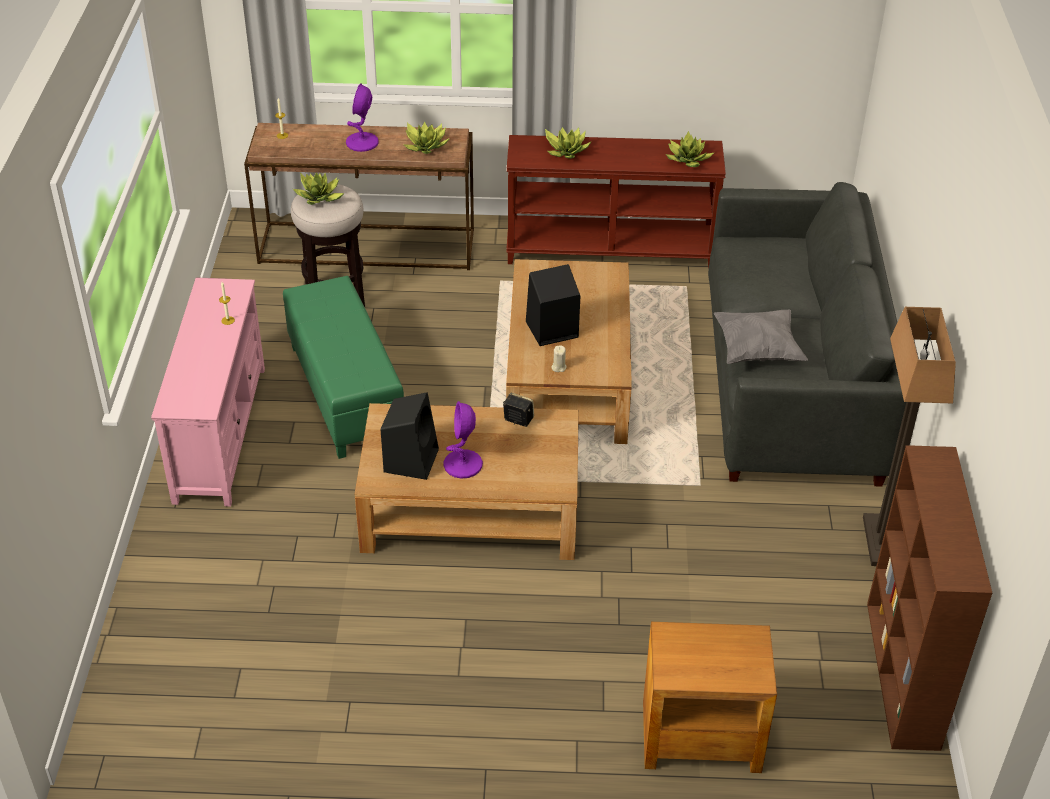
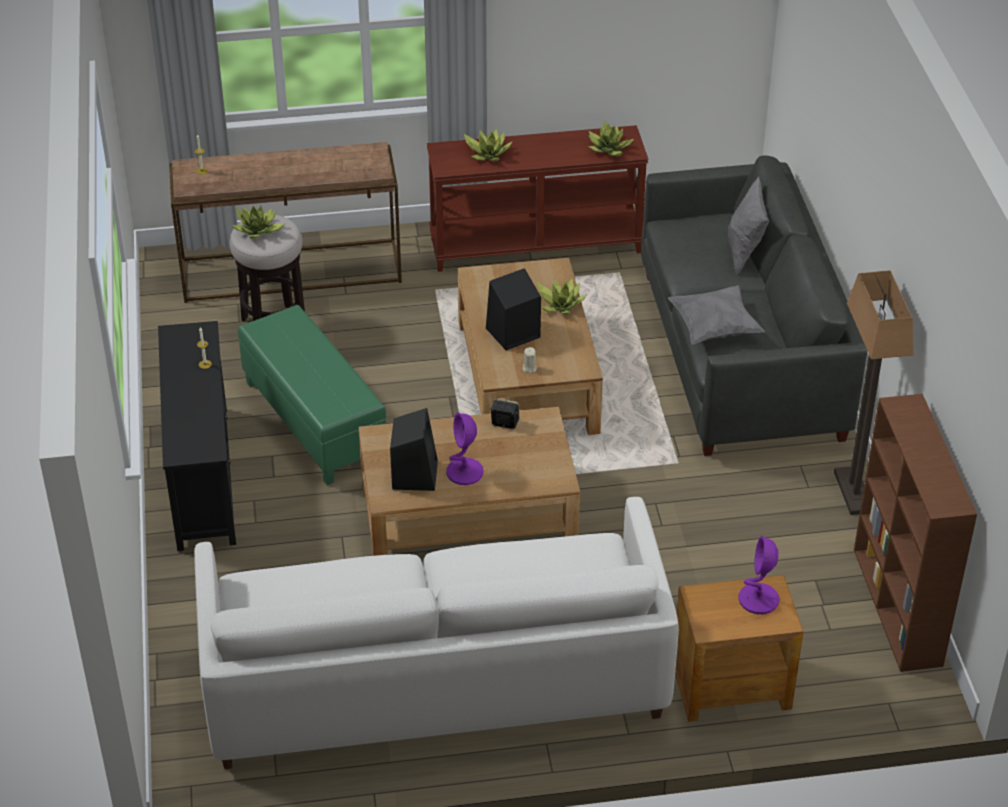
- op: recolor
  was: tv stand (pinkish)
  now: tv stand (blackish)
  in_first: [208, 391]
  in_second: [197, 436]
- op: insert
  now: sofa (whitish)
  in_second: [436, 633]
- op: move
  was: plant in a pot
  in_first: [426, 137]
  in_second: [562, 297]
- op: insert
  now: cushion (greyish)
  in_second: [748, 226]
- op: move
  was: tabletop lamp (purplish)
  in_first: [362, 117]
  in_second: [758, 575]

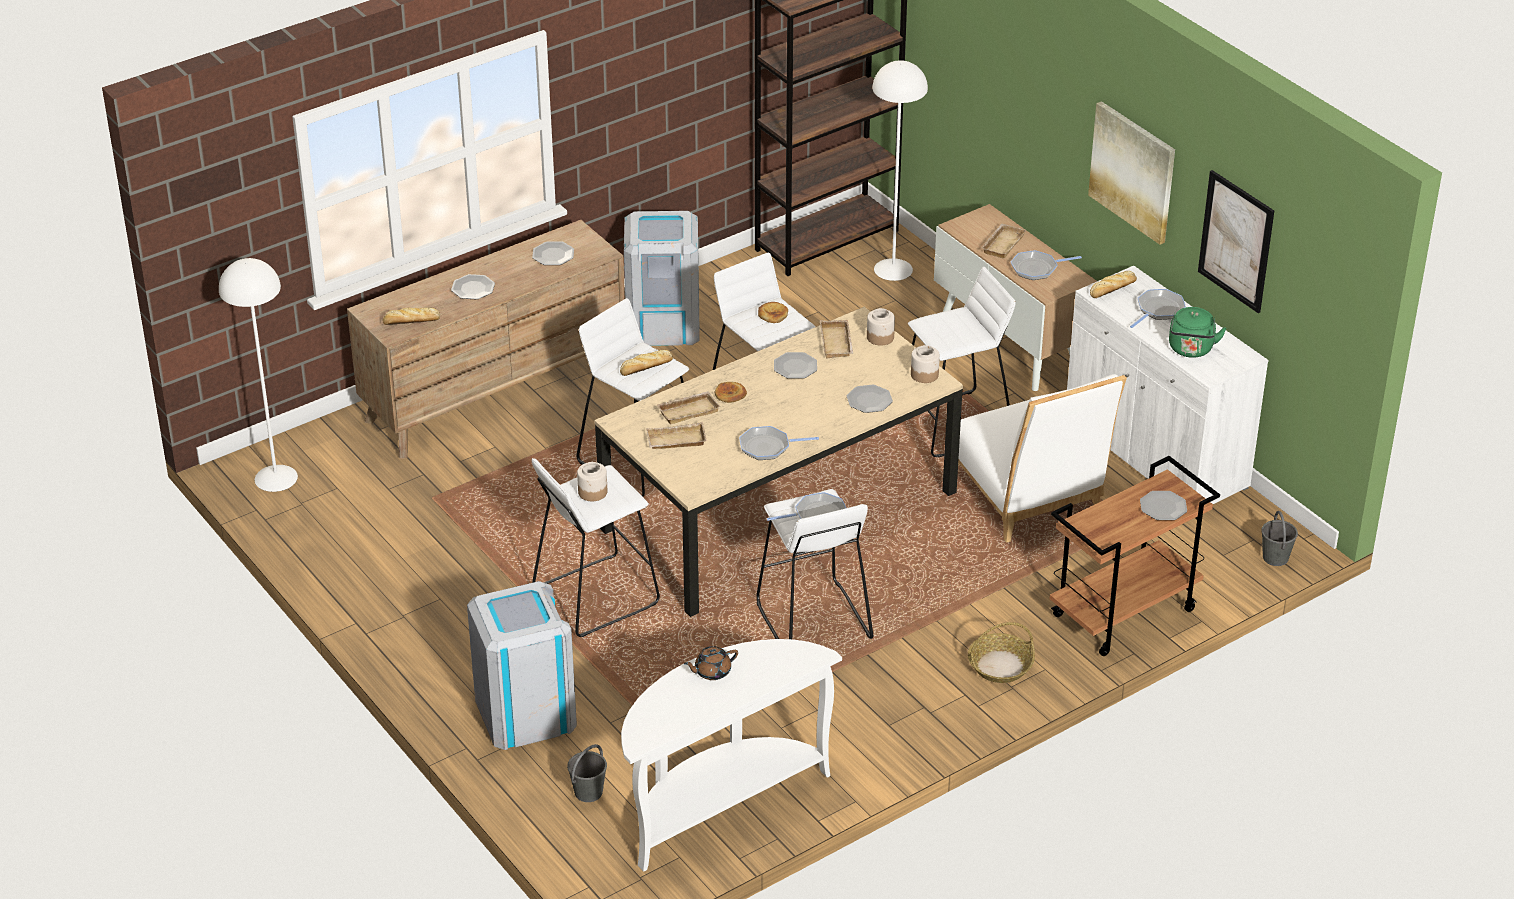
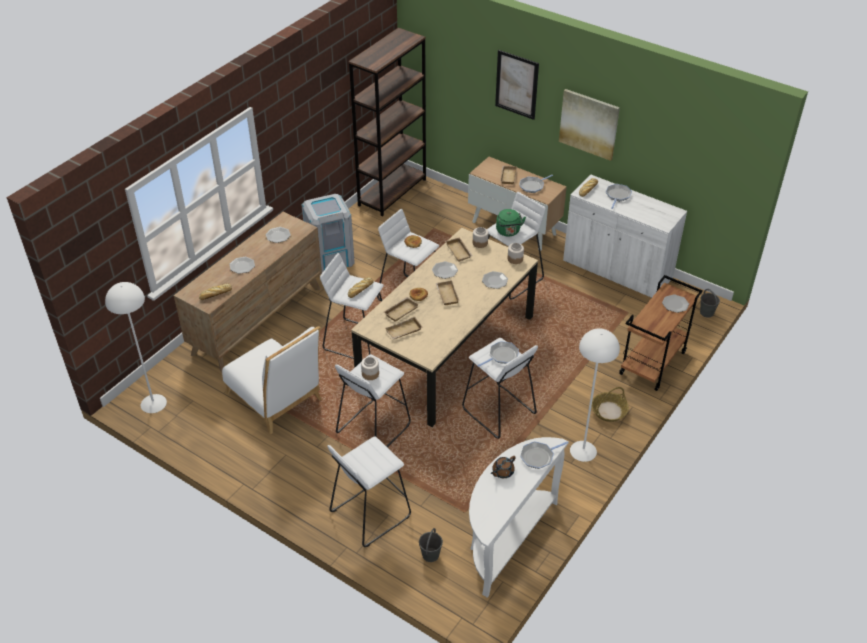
- op: move
  was: plain chair (whitish)
  in_first: [1042, 458]
  in_second: [272, 380]
- op: replace
  was: waste bin (greyish)
  now: stool (whitish)
  in_first: [522, 665]
  in_second: [369, 492]
- op: insert
  now: carrying tray (beige)
  in_second: [448, 292]
- op: move
  was: wall picture
  in_first: [1236, 241]
  in_second: [517, 85]
- op: move
  was: water kettle (green)
  in_first: [1197, 332]
  in_second: [511, 222]
- op: move
  was: frying pan
  in_first: [779, 443]
  in_second: [544, 455]
- op: move
  was: standard lamp (whitish)
  in_first: [900, 170]
  in_second: [595, 395]

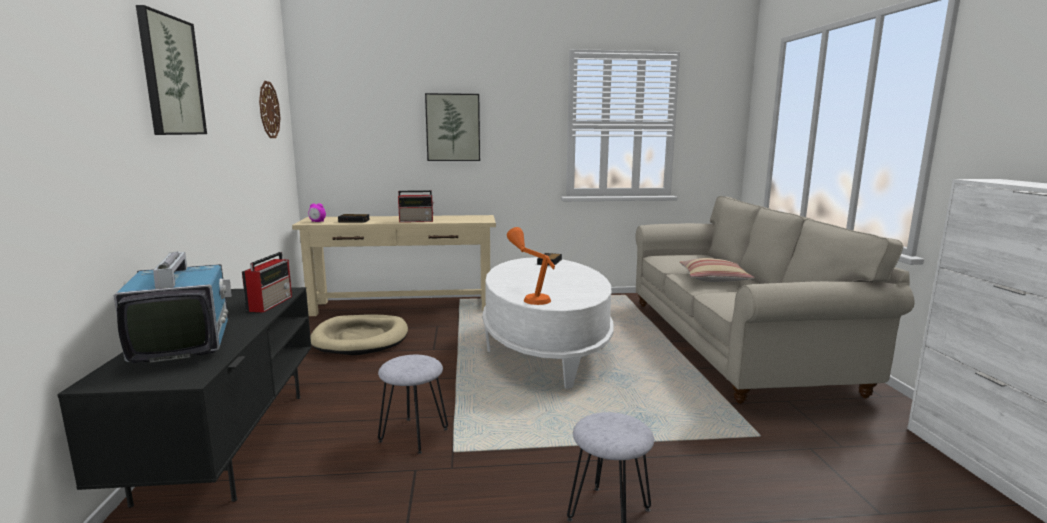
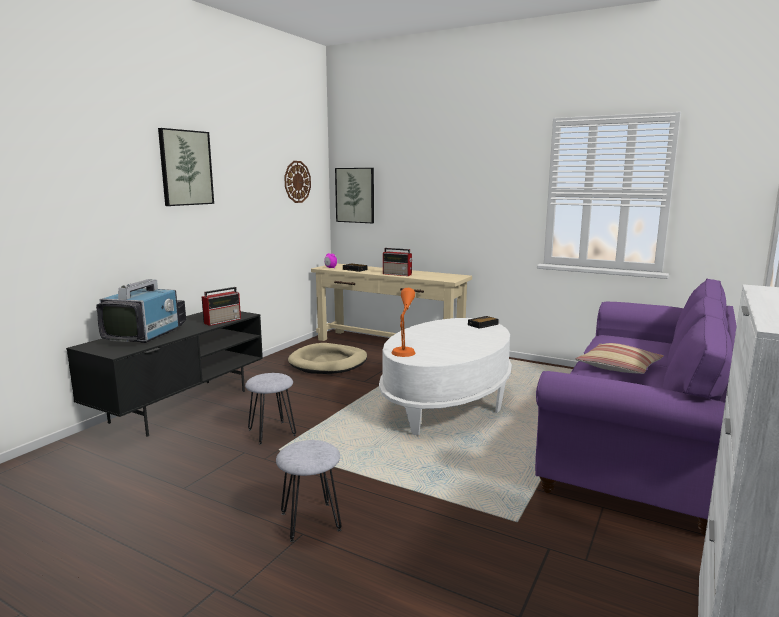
- op: move
  was: wall picture
  in_first: [452, 127]
  in_second: [354, 195]
- op: recolor
  was: sofa (beige)
  now: sofa (purplish)
  in_first: [775, 300]
  in_second: [636, 407]

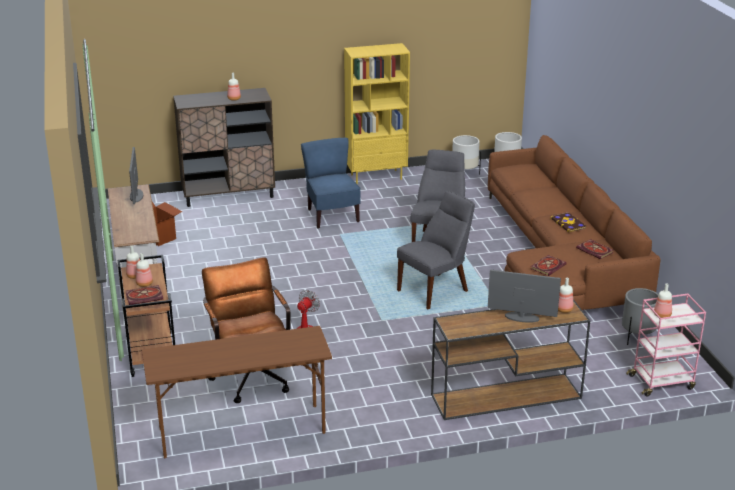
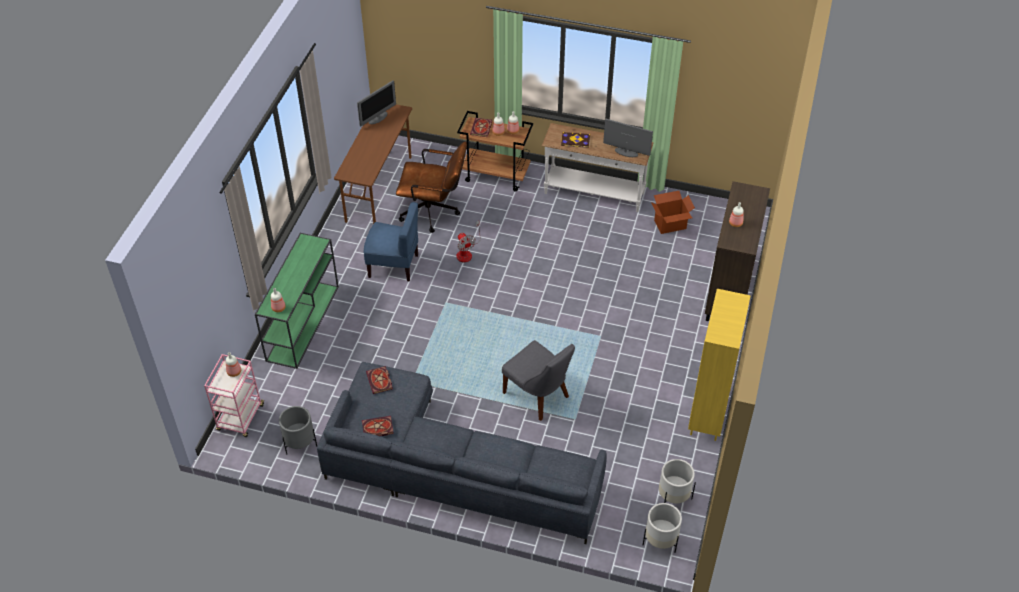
- op: recolor
  was: hall table (brown)
  now: hall table (green)
  in_first: [510, 359]
  in_second: [297, 301]
- op: recolor
  was: sofa (brown)
  now: sofa (greyish)
  in_first: [574, 222]
  in_second: [462, 453]
- op: move
  was: computer screen
  in_first: [524, 296]
  in_second: [376, 103]
- op: move
  was: plain chair (blue-coloured)
  in_first: [331, 183]
  in_second: [390, 242]
- op: move
  was: book
  in_first: [568, 222]
  in_second: [575, 140]
- op: delete
  was: plain chair (greyish)
  in_first: [436, 250]

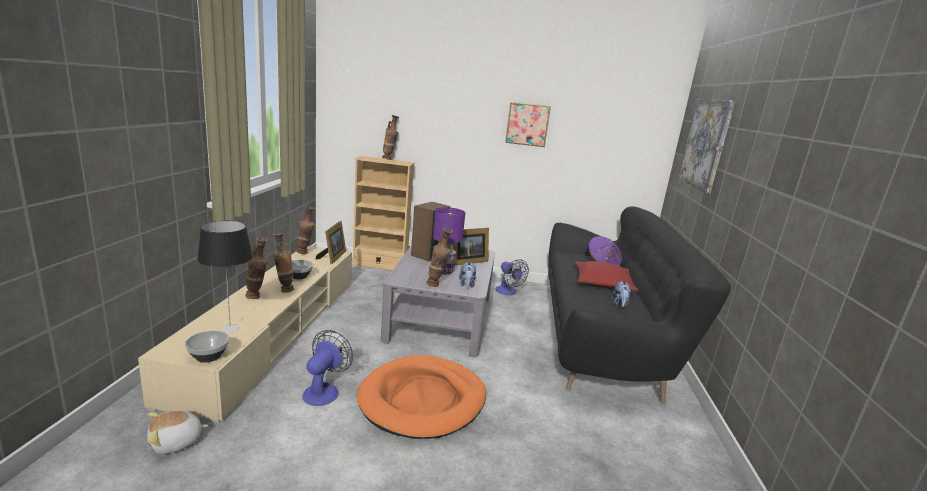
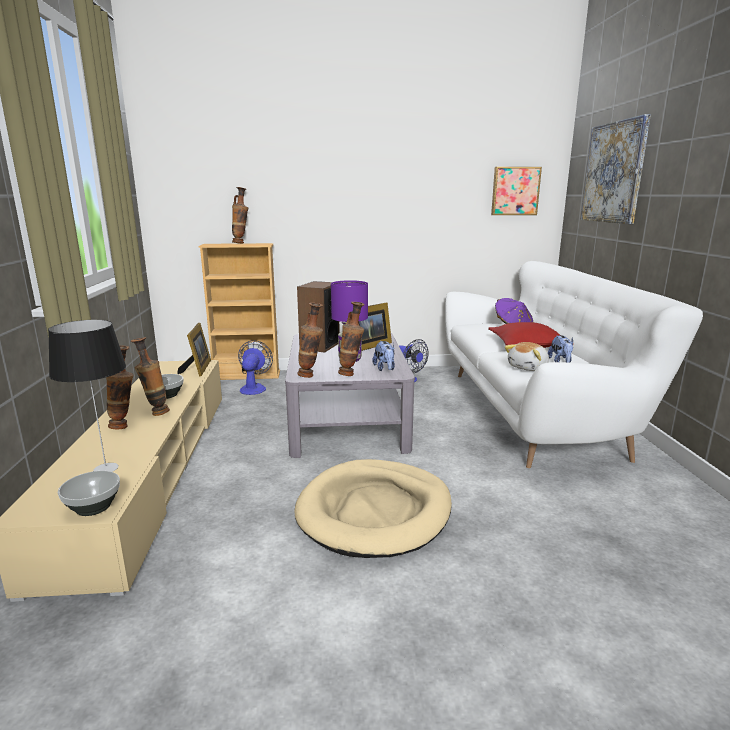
- op: move
  was: fan
  in_first: [328, 368]
  in_second: [255, 367]
- op: recolor
  was: dog cushion (orange-coloured)
  now: dog cushion (beige)
  in_first: [421, 397]
  in_second: [373, 508]
- op: move
  was: flower vase
  in_first: [306, 230]
  in_second: [310, 340]
- op: recolor
  was: sofa (blackish)
  now: sofa (whitish)
  in_first: [639, 305]
  in_second: [574, 364]
- op: move
  was: wall picture
  in_first: [528, 124]
  in_second: [516, 191]
- op: move
  was: plush toy
  in_first: [178, 432]
  in_second: [527, 356]

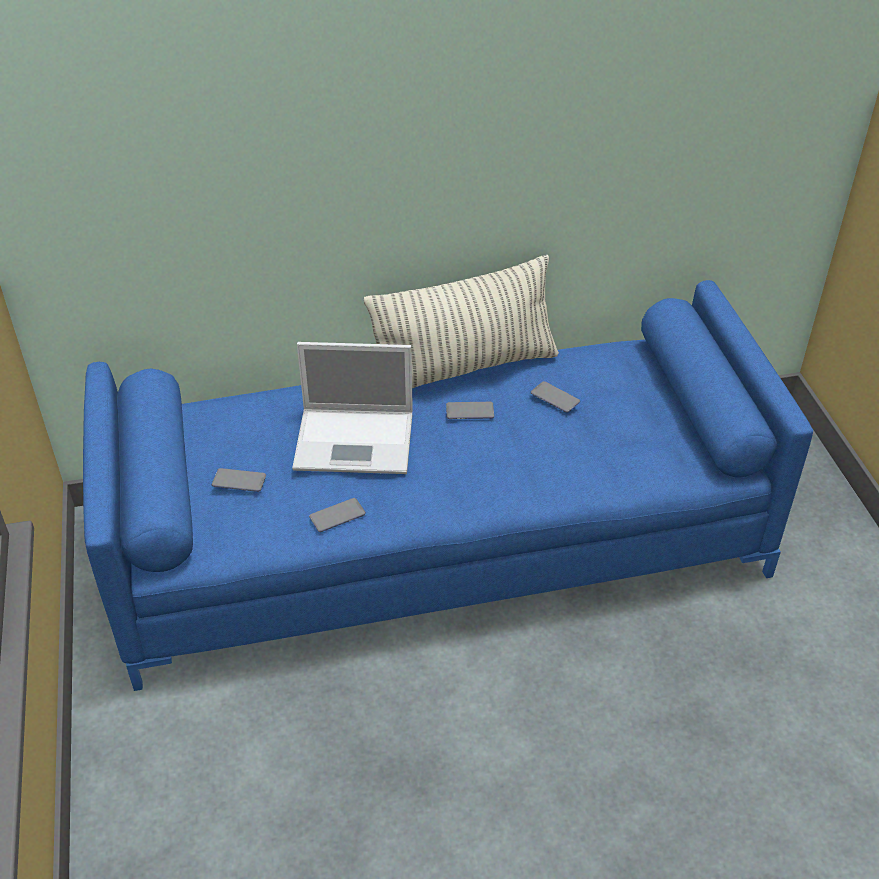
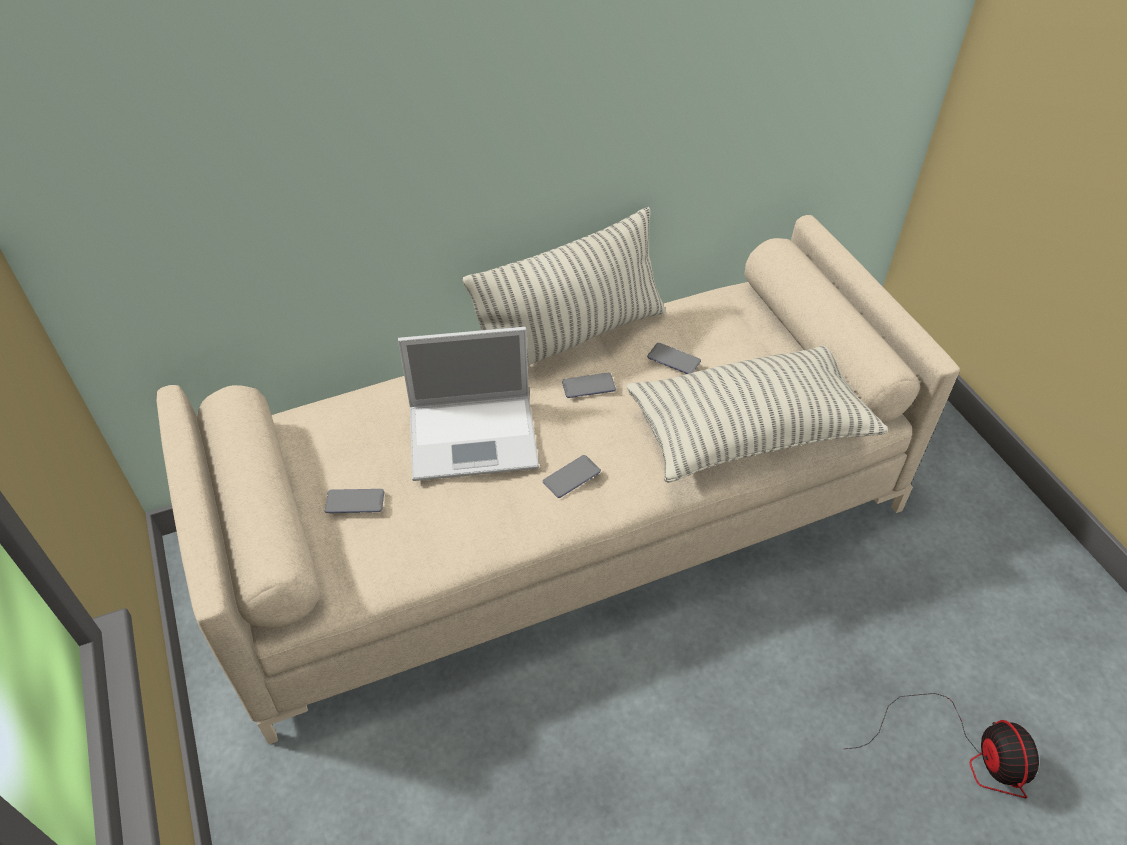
- op: recolor
  was: sofa (blue-coloured)
  now: sofa (beige)
  in_first: [448, 485]
  in_second: [558, 479]
- op: move
  was: phone
  in_first: [337, 515]
  in_second: [572, 476]
- op: insert
  now: cushion
  in_second: [757, 414]
- op: insert
  now: fan
  in_second: [942, 745]

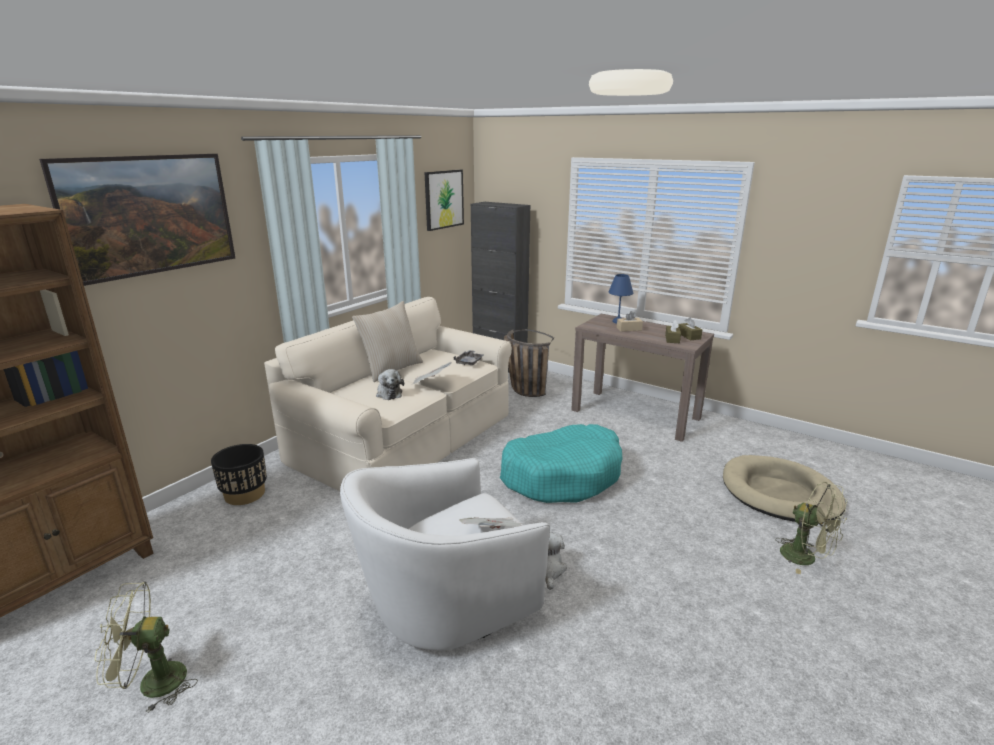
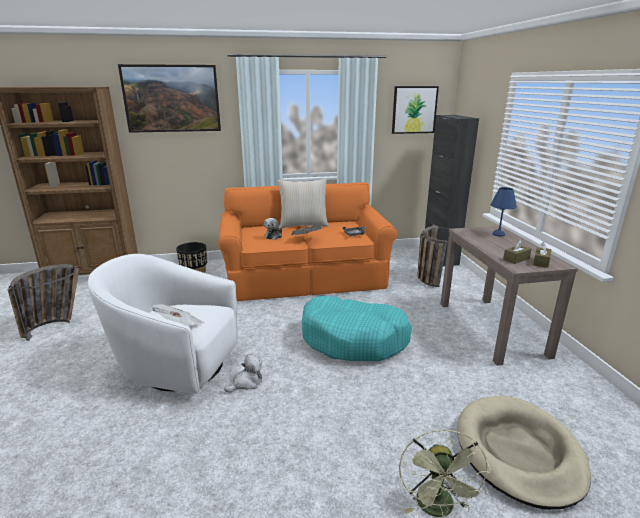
- op: replace
  was: fan (green)
  now: storage basket
  in_first: [146, 647]
  in_second: [43, 302]
- op: recolor
  was: sofa (beige)
  now: sofa (orange-coloured)
  in_first: [388, 394]
  in_second: [307, 241]
- op: delete
  was: tissue holder (beige)
  in_first: [630, 321]

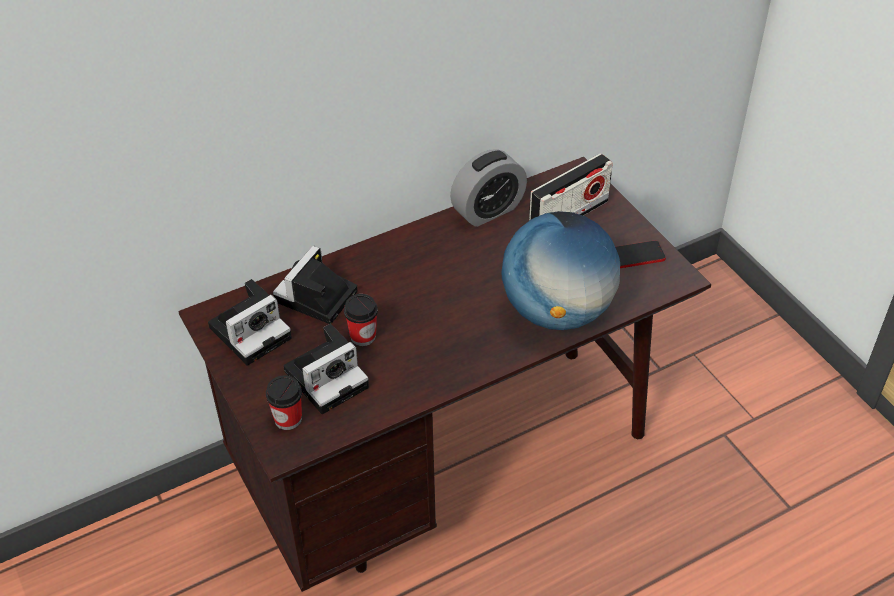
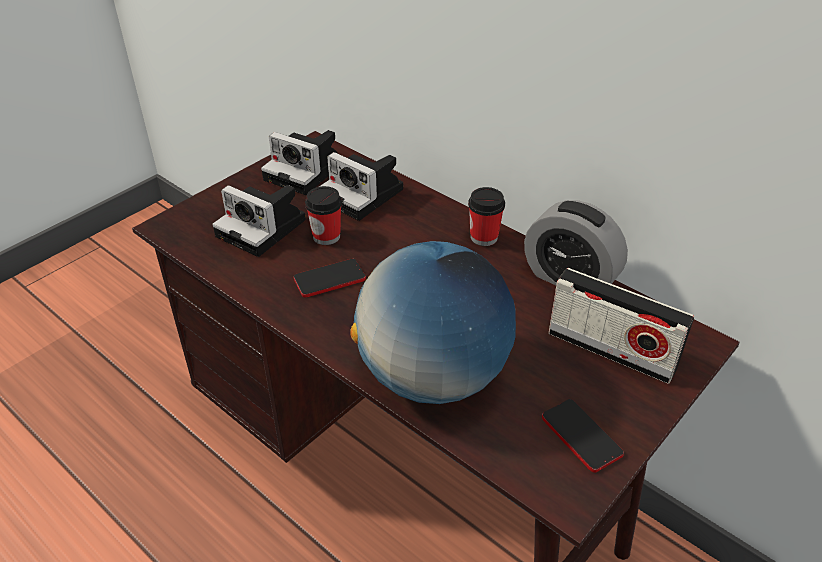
- op: insert
  now: phone
  in_second: [330, 278]
- op: rotate
  was: photo camera
  in_first: [315, 285]
  in_second: [361, 186]
  clockwise: -150
- op: move
  was: cup
  in_first: [284, 402]
  in_second: [486, 216]

